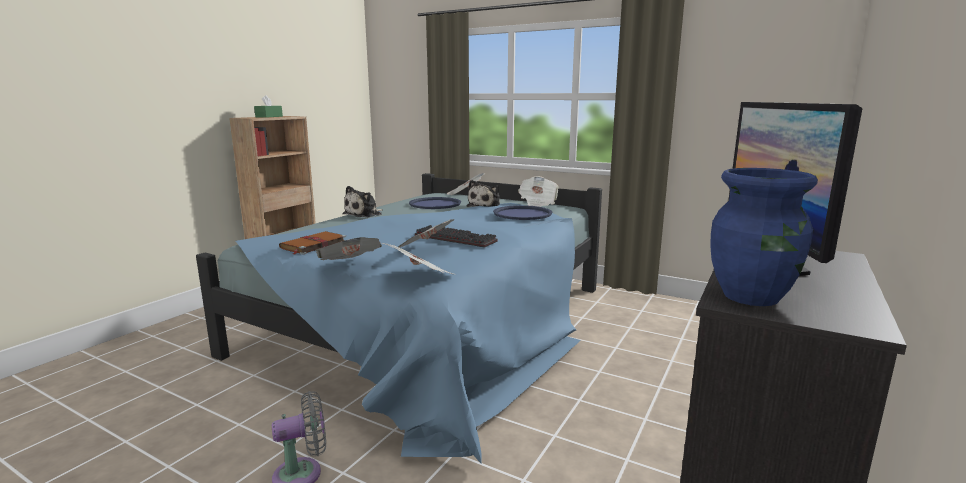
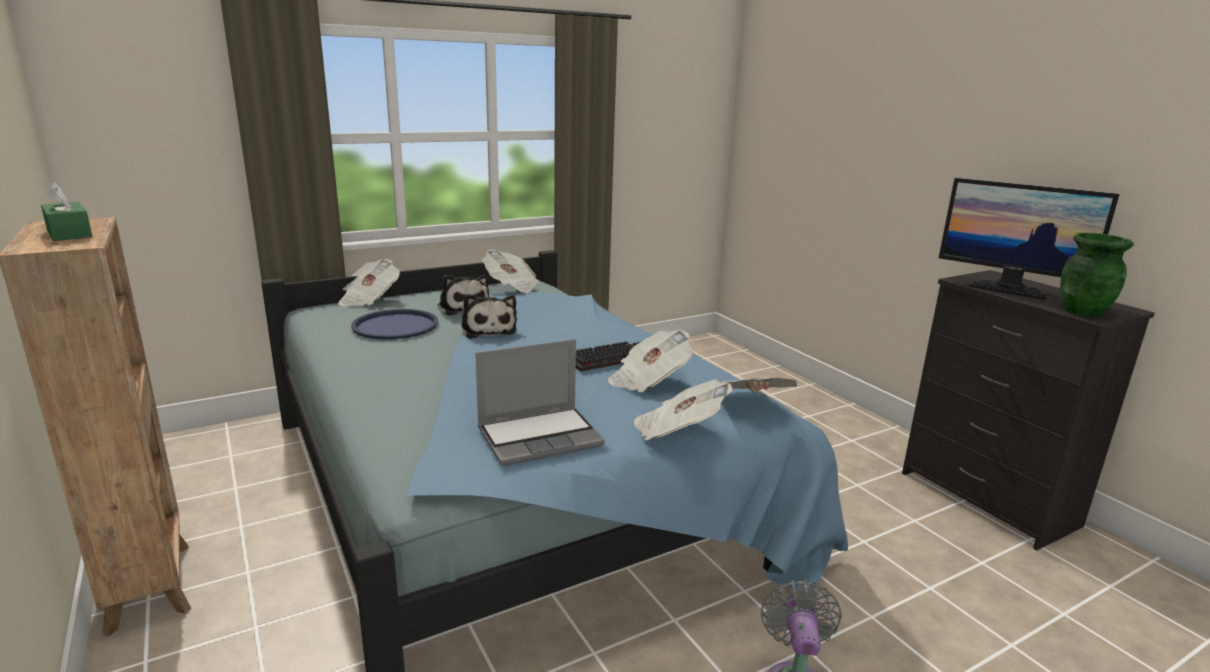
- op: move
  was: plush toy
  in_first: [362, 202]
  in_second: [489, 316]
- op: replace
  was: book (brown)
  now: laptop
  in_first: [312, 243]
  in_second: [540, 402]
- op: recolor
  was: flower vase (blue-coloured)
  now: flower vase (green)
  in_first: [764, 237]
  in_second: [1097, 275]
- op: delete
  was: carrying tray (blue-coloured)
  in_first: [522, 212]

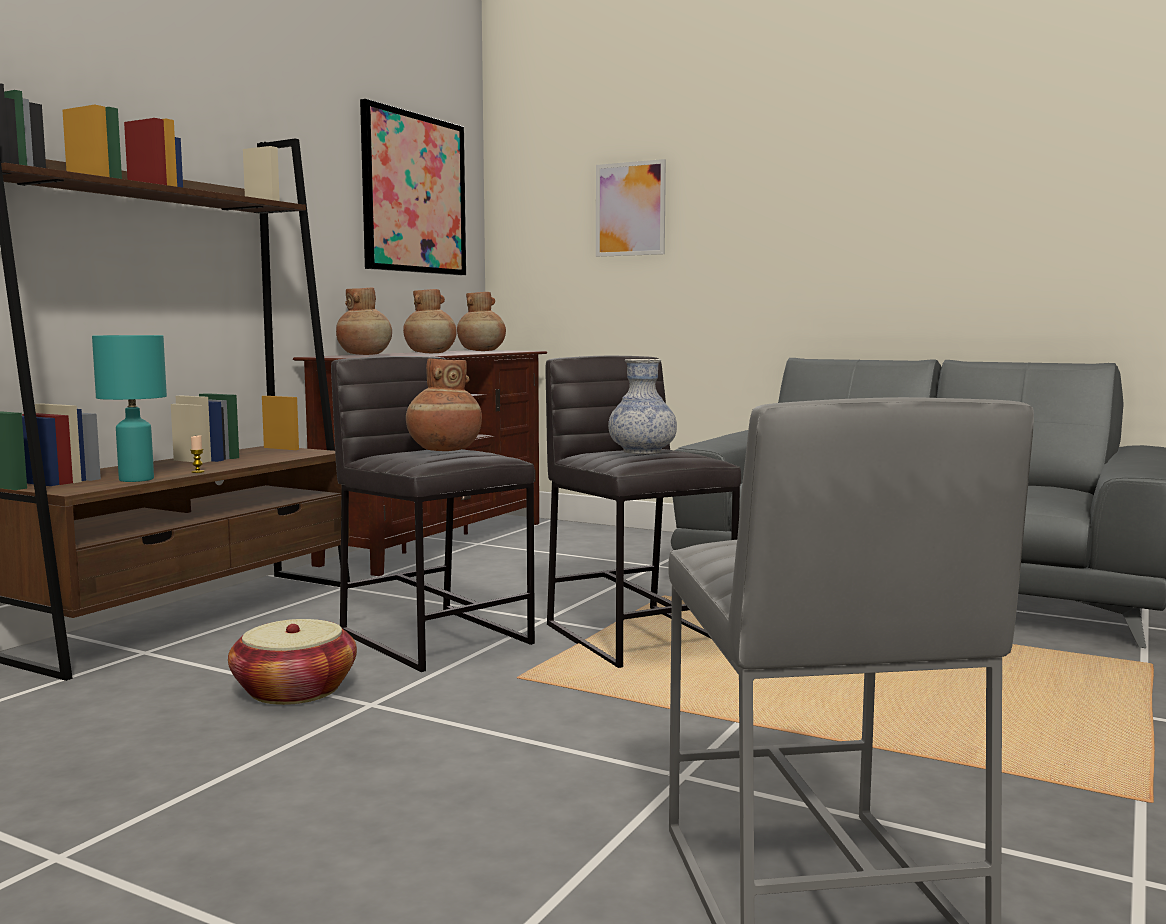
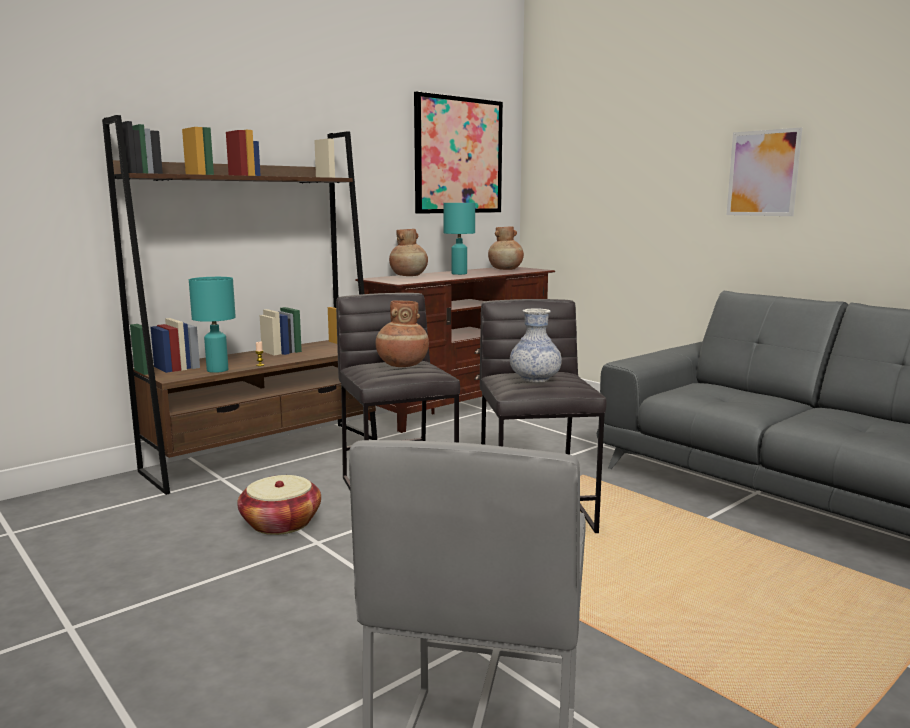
- op: replace
  was: flower vase (brown)
  now: tabletop lamp (turquoise-coloured)
  in_first: [430, 321]
  in_second: [459, 239]
- op: move
  was: wall picture
  in_first: [631, 208]
  in_second: [764, 172]

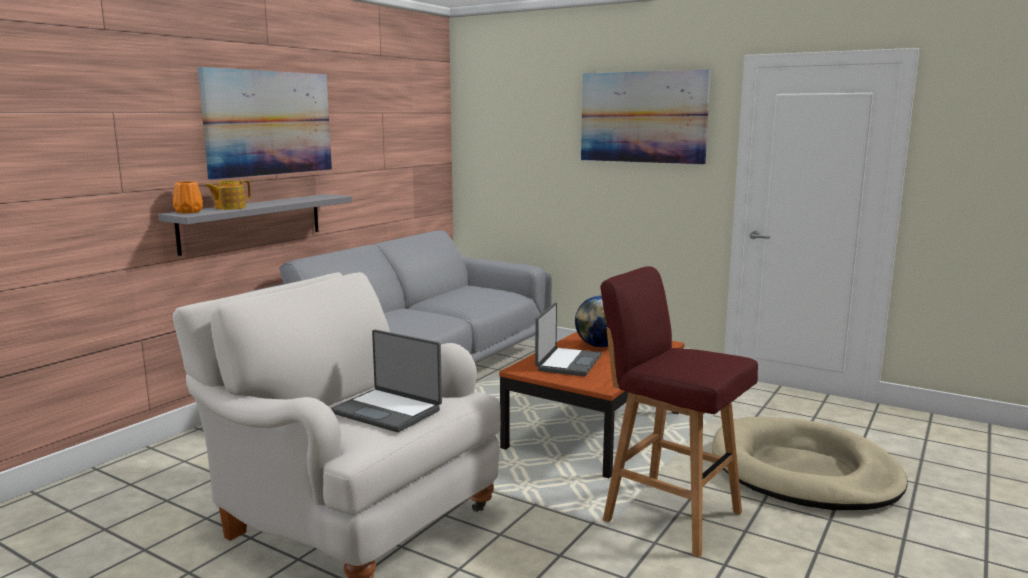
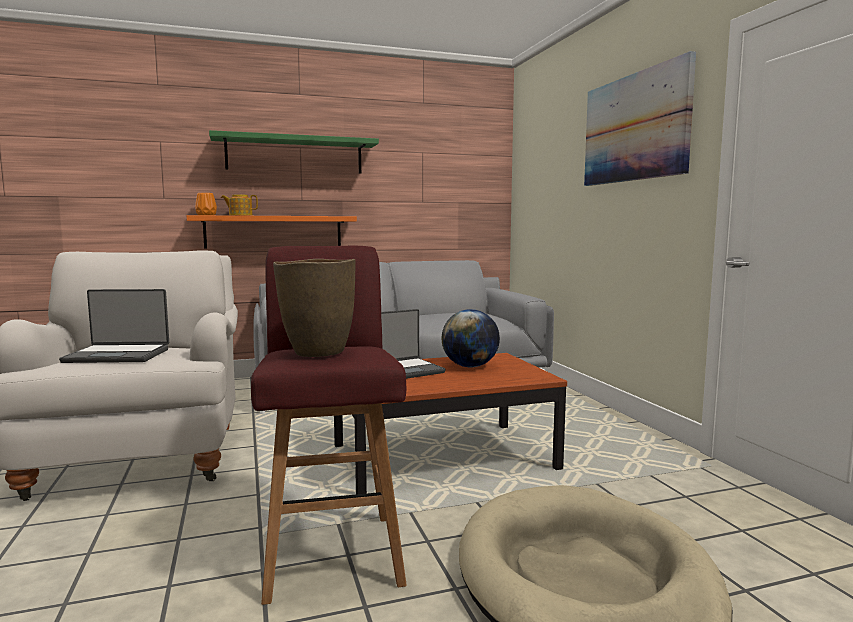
- op: rotate
  was: laptop
  in_first: [386, 380]
  in_second: [114, 326]
  clockwise: -75
- op: recolor
  was: bracket shelf (greyish)
  now: bracket shelf (orange-coloured)
  in_first: [255, 225]
  in_second: [271, 232]
- op: replace
  was: wall picture
  now: bracket shelf (green)
  in_first: [265, 123]
  in_second: [294, 152]
- op: insert
  now: flower vase (brown)
  in_second: [314, 308]

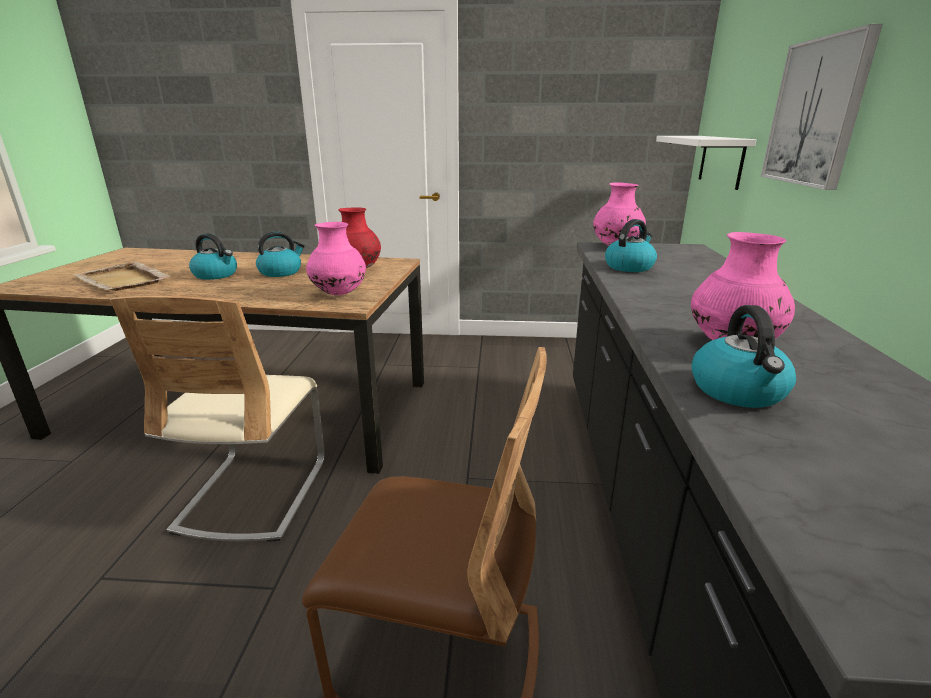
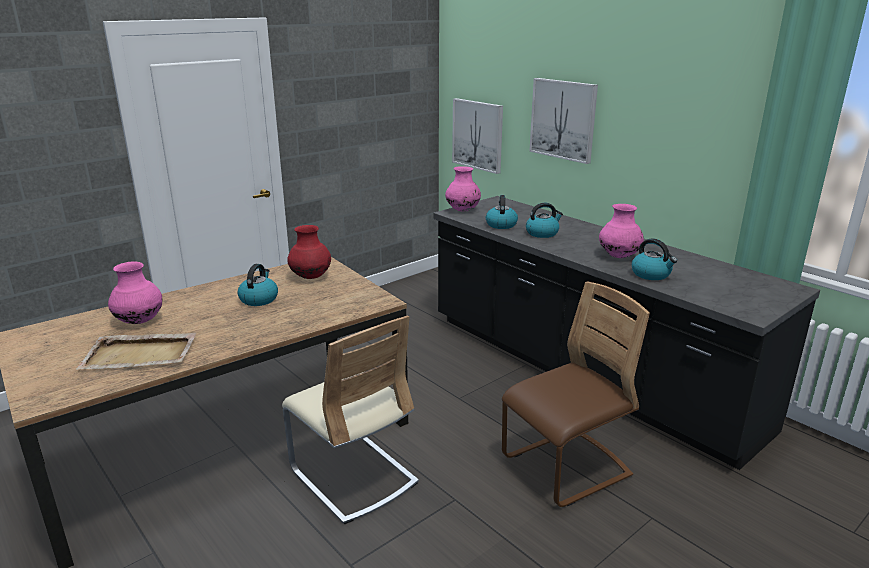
- op: move
  was: flower vase (pinkish)
  in_first: [336, 258]
  in_second: [135, 293]
- op: replace
  was: bracket shelf (whitish)
  now: wall picture
  in_first: [706, 163]
  in_second: [477, 136]
- op: move
  was: water kettle
  in_first: [213, 256]
  in_second: [544, 220]

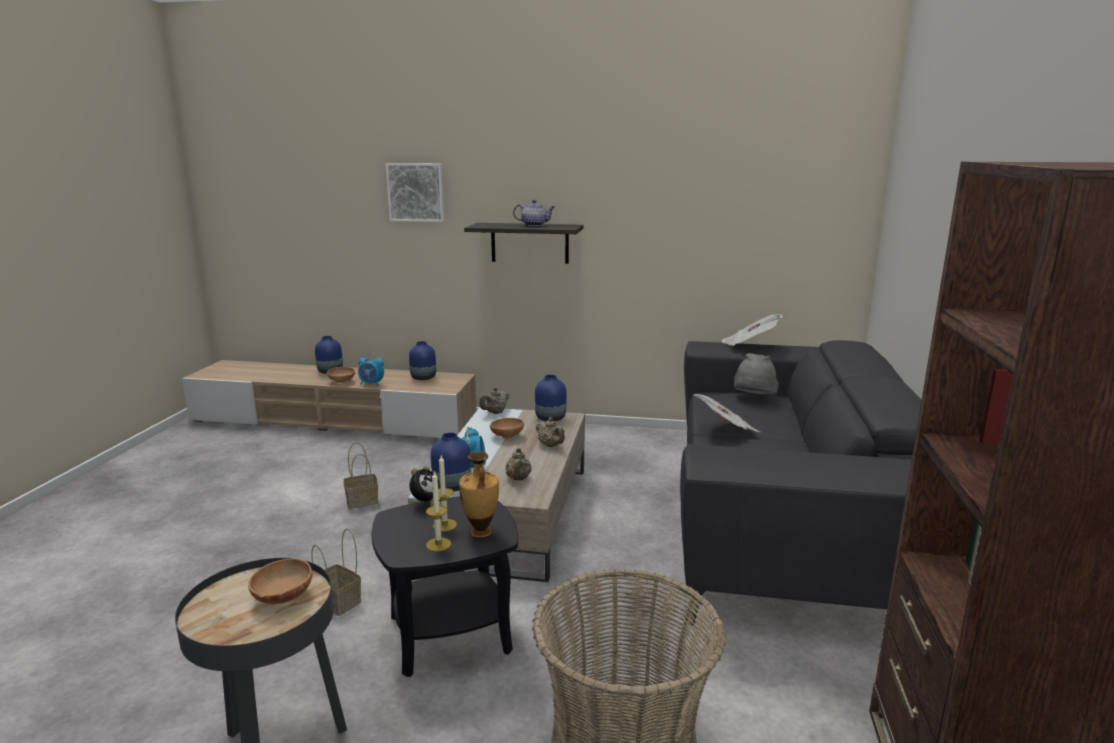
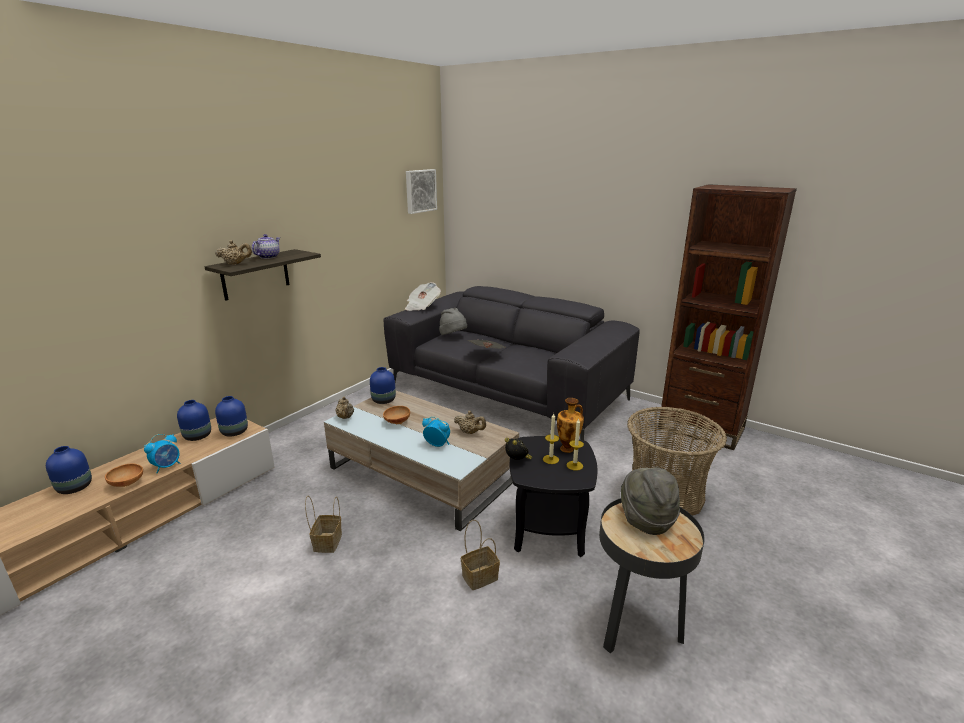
- op: move
  was: tea pot (beige)
  in_first: [550, 432]
  in_second: [233, 252]
- op: move
  was: flower vase (blue-coloured)
  in_first: [451, 461]
  in_second: [231, 416]
- op: move
  was: wall picture
  in_first: [415, 192]
  in_second: [421, 191]
- op: replace
  was: serving bowl (brown)
  now: wearable hat (greyish)
  in_first: [280, 581]
  in_second: [650, 501]

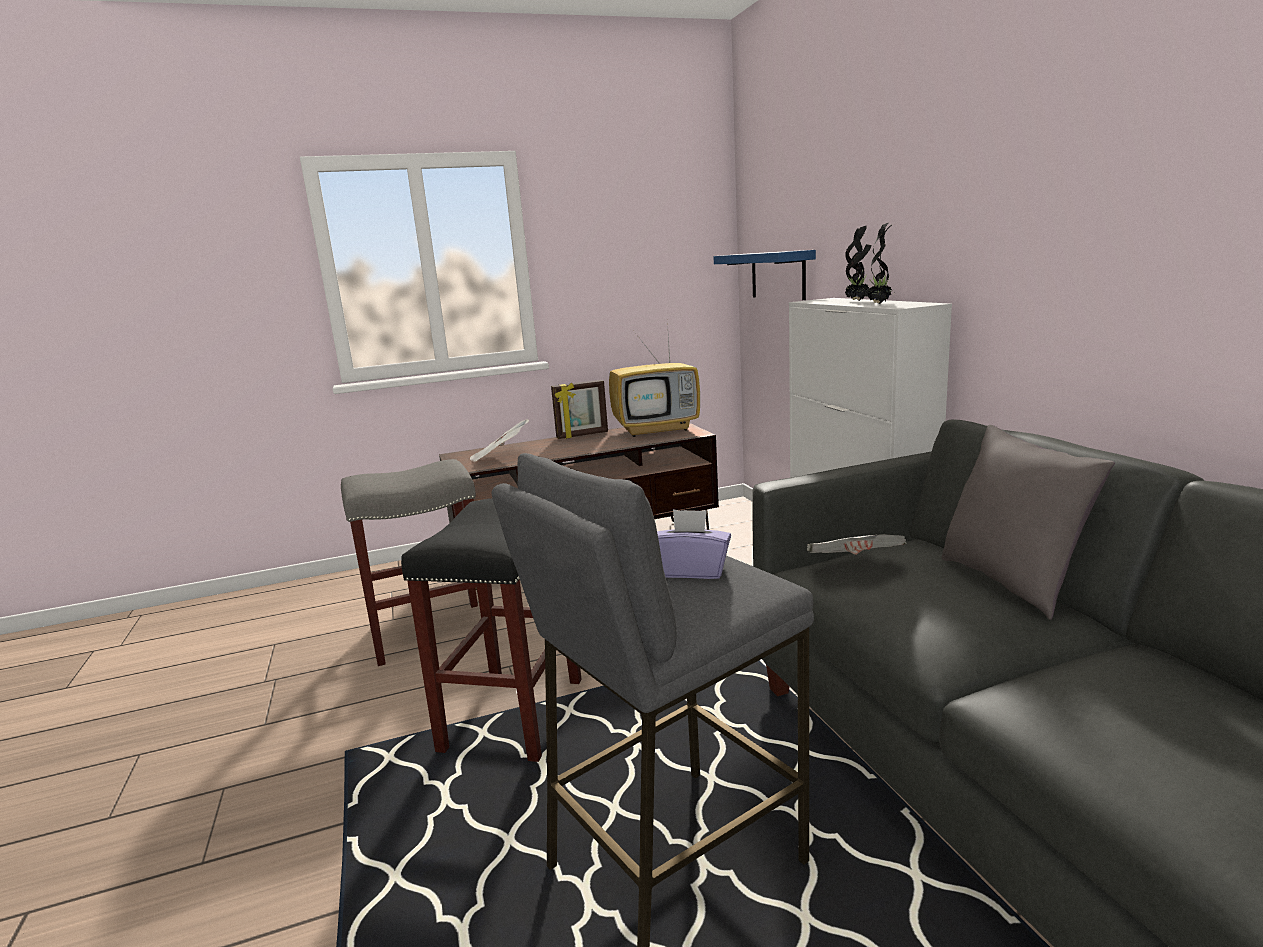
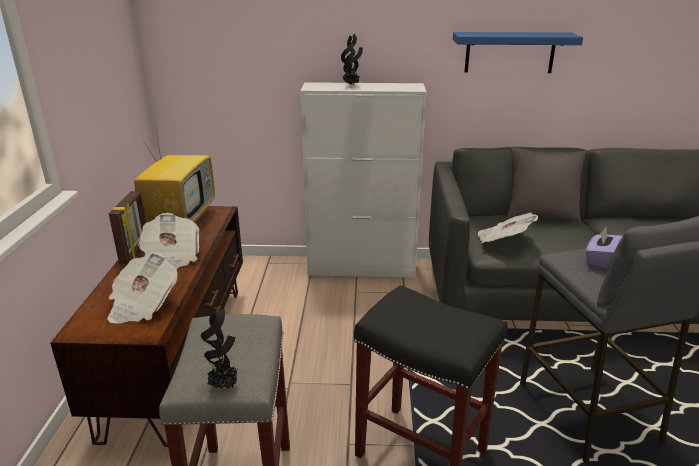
- op: insert
  now: newspaper
  in_second: [168, 241]
- op: move
  was: plant in a pot
  in_first: [879, 263]
  in_second: [219, 347]
- op: move
  was: bracket shelf (blue-coloured)
  in_first: [765, 275]
  in_second: [518, 52]

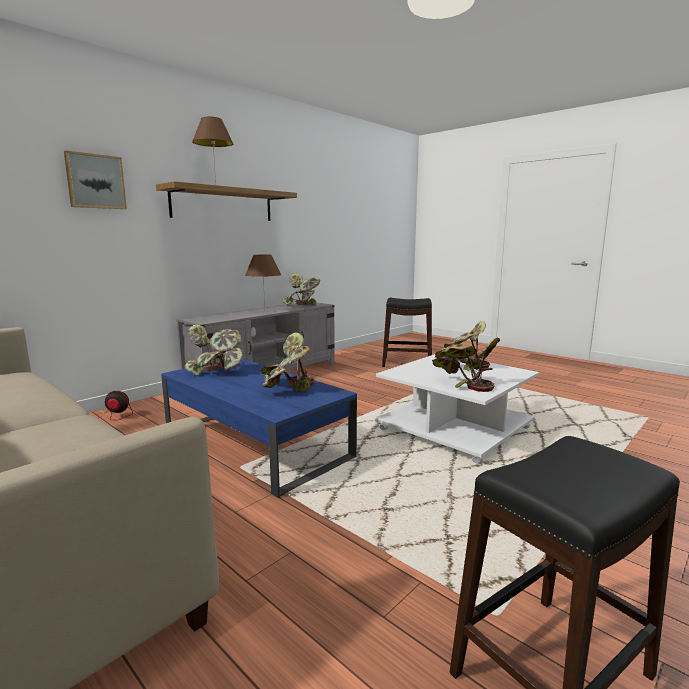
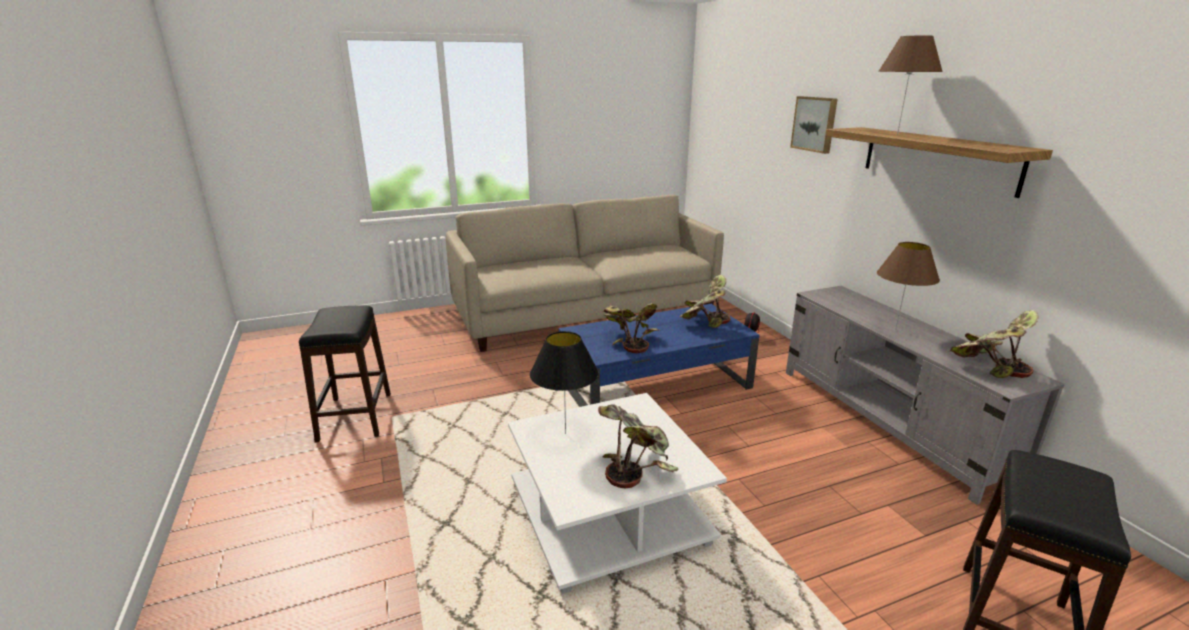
- op: replace
  was: plant in a pot
  now: tabletop lamp (blackish)
  in_first: [466, 364]
  in_second: [564, 382]

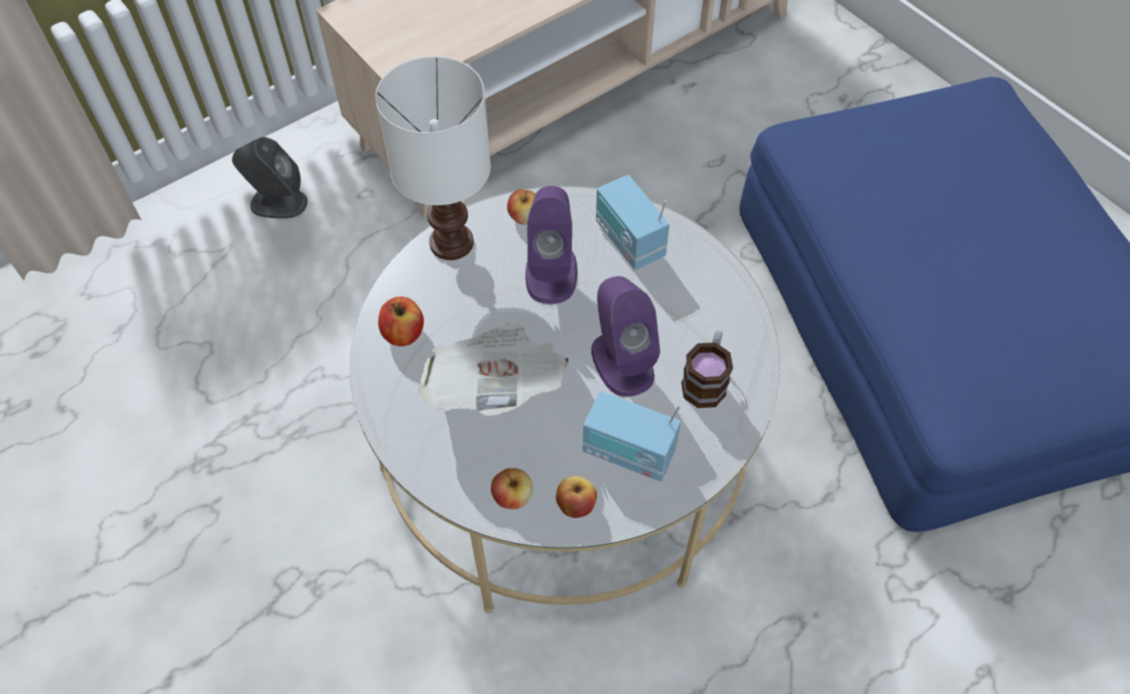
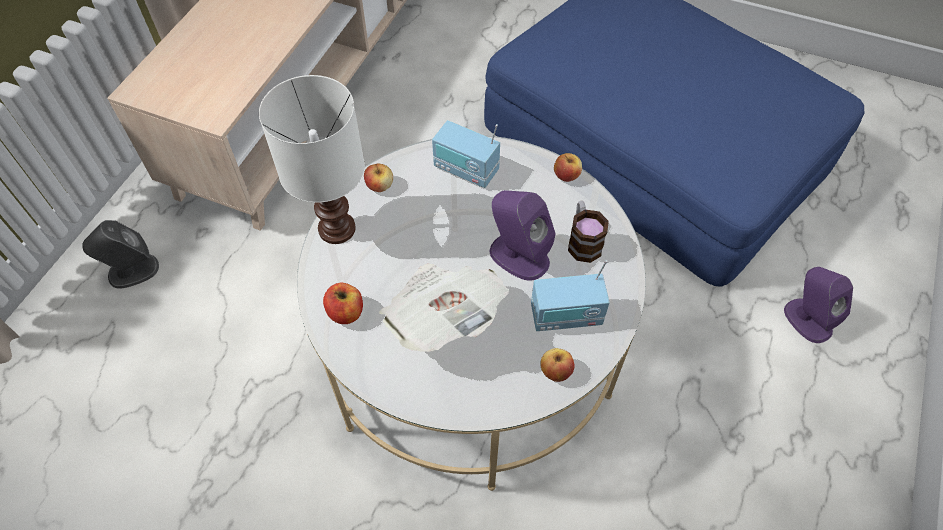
- op: move
  was: apple
  in_first: [512, 488]
  in_second: [568, 167]
- op: move
  was: loudspeaker (purplish)
  in_first: [551, 245]
  in_second: [818, 305]

